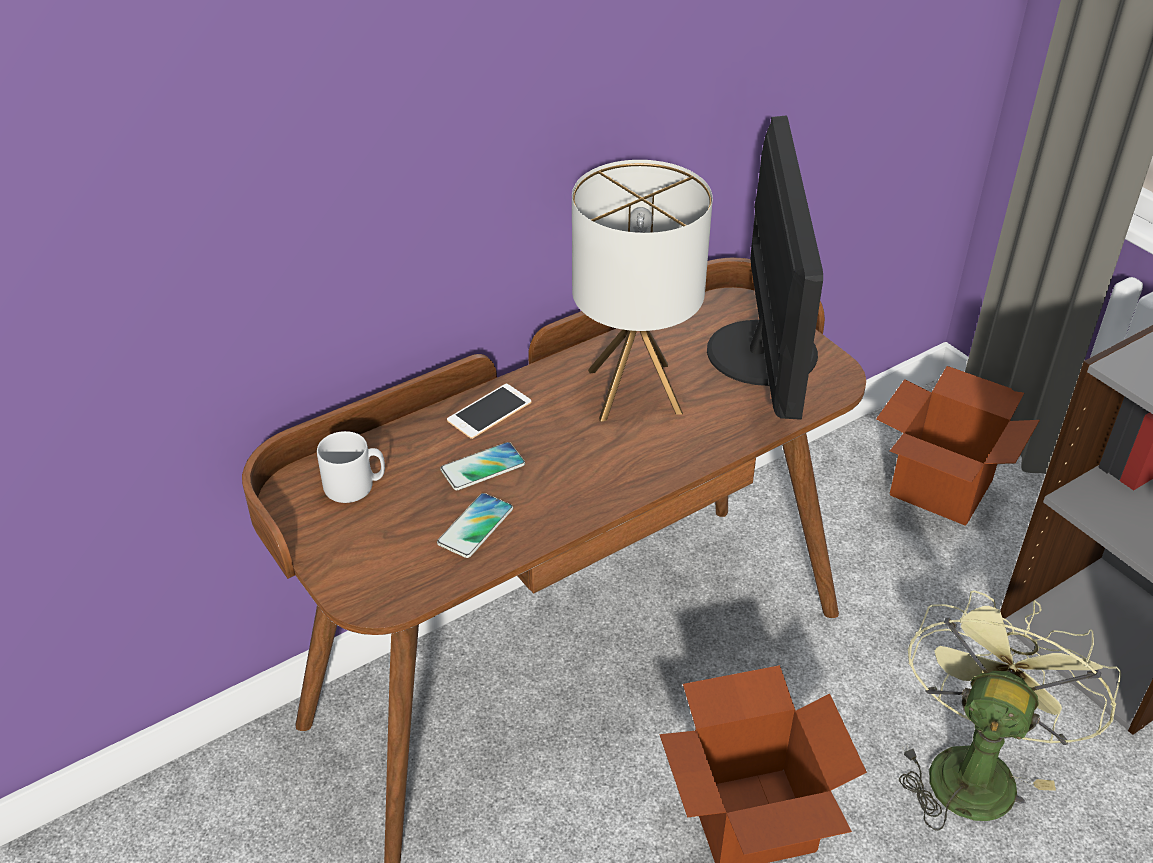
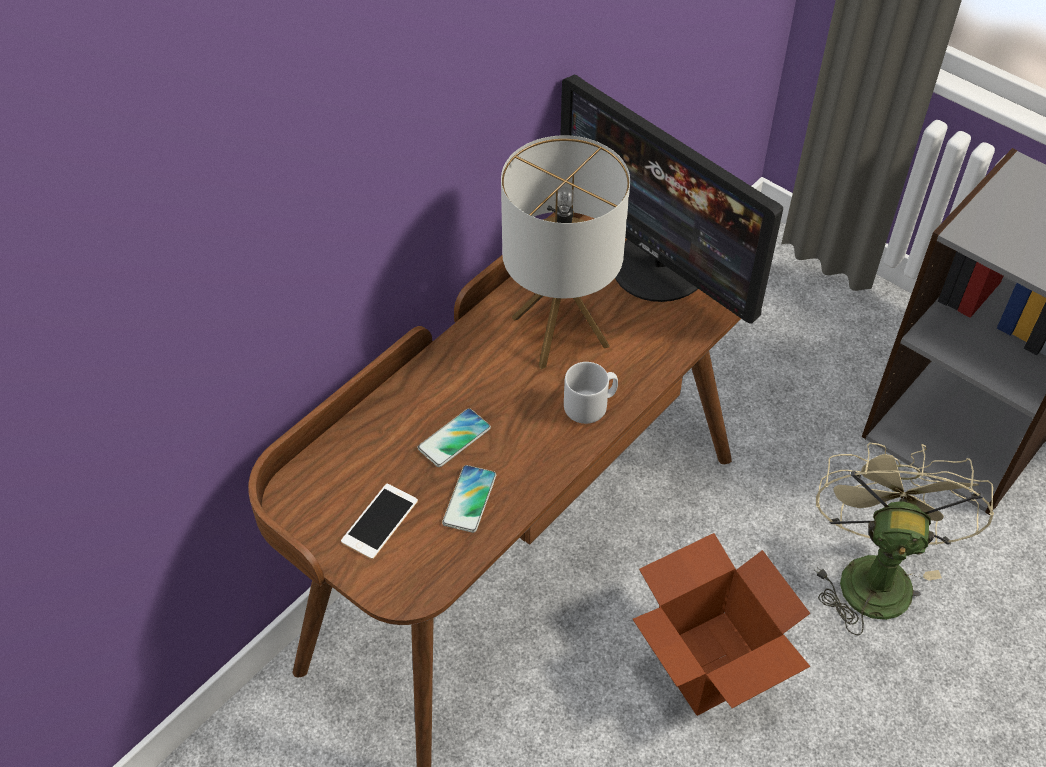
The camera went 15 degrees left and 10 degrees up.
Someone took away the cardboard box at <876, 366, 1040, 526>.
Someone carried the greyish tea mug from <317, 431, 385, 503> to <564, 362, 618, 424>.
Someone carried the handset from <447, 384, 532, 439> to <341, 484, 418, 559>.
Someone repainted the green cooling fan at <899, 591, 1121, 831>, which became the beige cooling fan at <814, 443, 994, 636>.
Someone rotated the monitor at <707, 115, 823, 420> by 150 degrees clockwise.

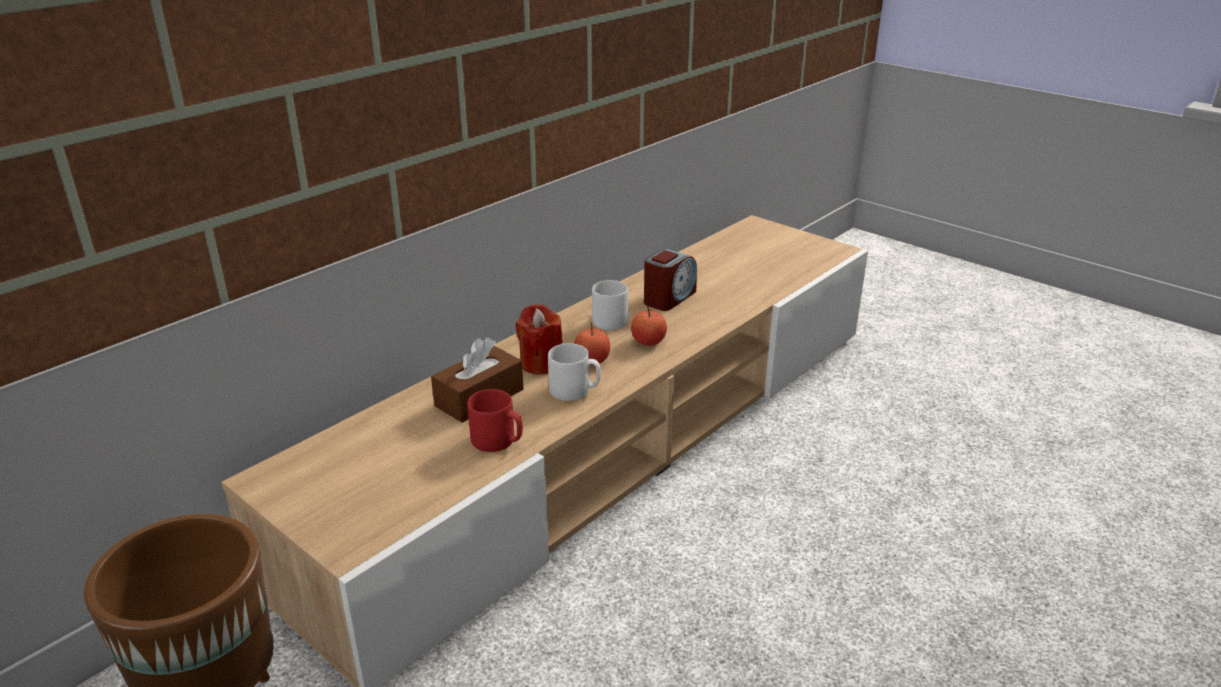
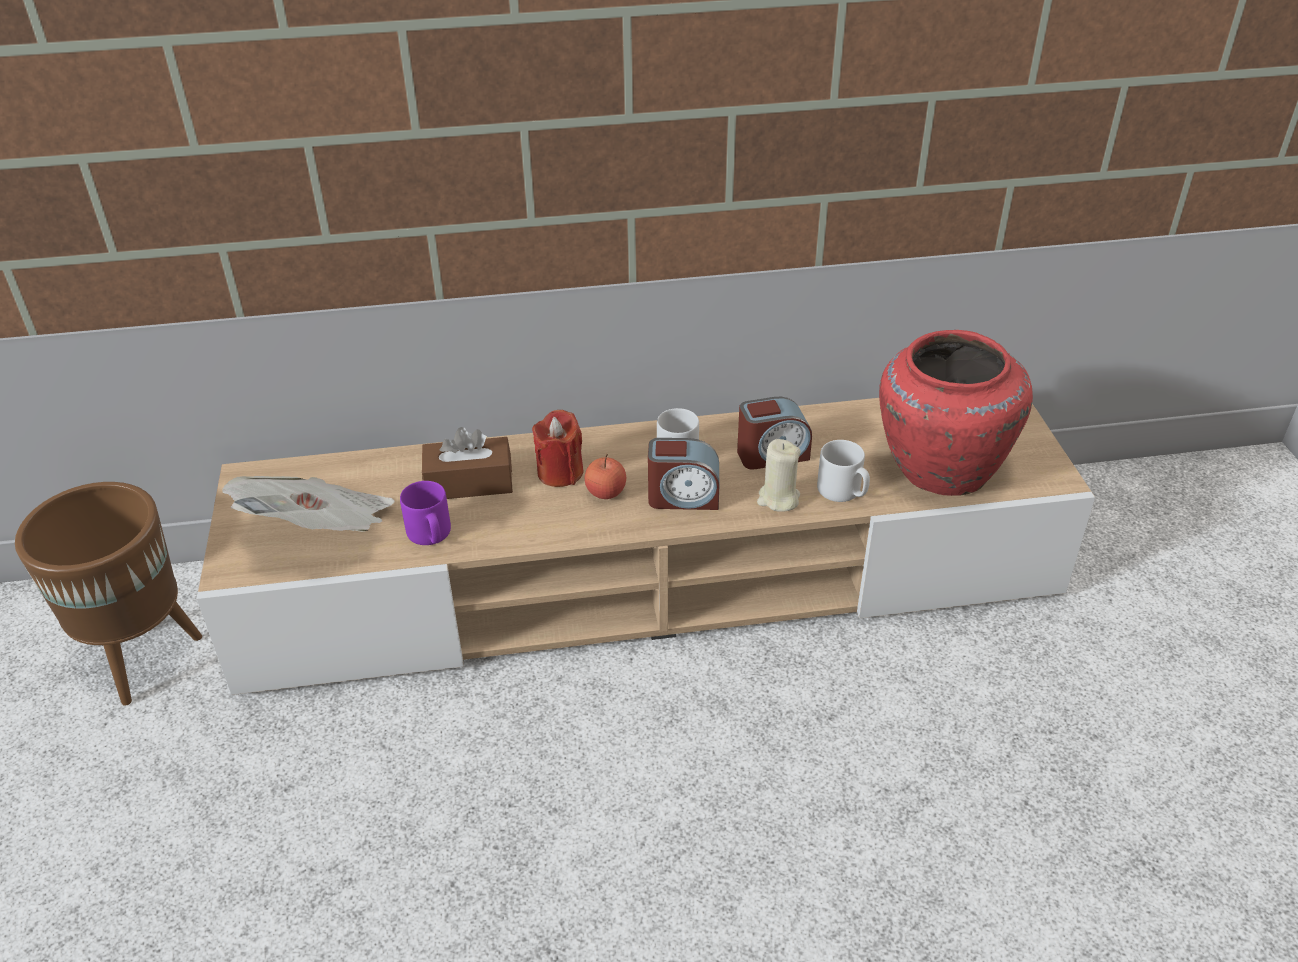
The camera went 40 degrees right and 10 degrees up.
Someone put down the daily paper at <222, 476, 395, 532>.
Someone put down the beige candle at <757, 439, 801, 512>.
Someone put down the red decorative vase at <879, 330, 1033, 496>.
Someone carried the greyish tea mug from <548, 343, 601, 401> to <817, 440, 870, 502>.
Someone swapped the apple fruit at <631, 305, 667, 346> for the table clock at <648, 438, 719, 510>.
Someone repainted the red tea mug at <467, 389, 523, 452>, which became the purple tea mug at <400, 481, 451, 545>.

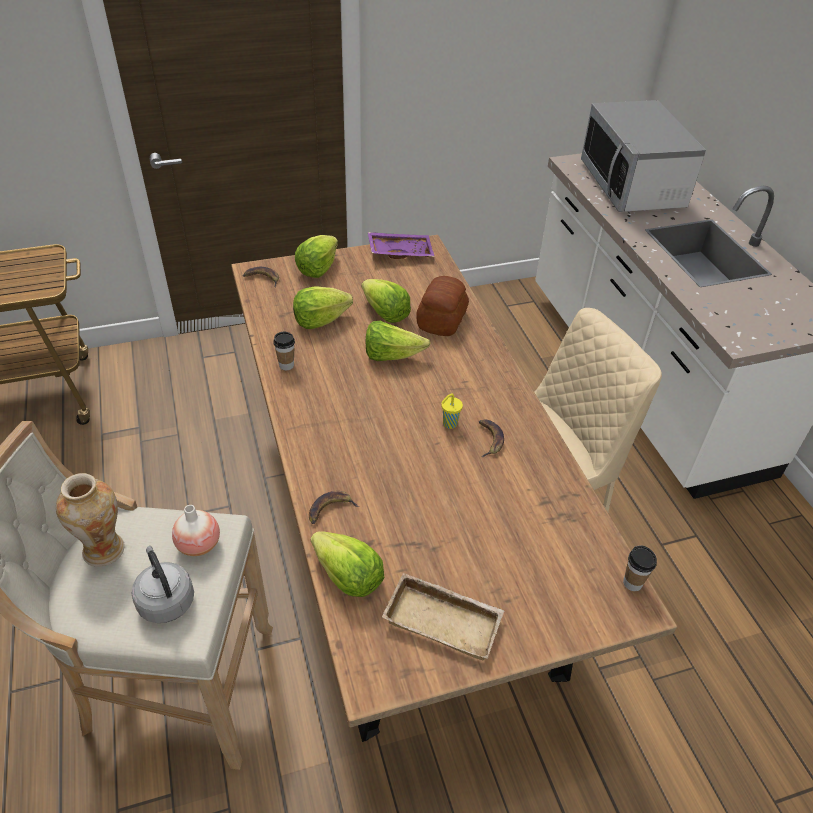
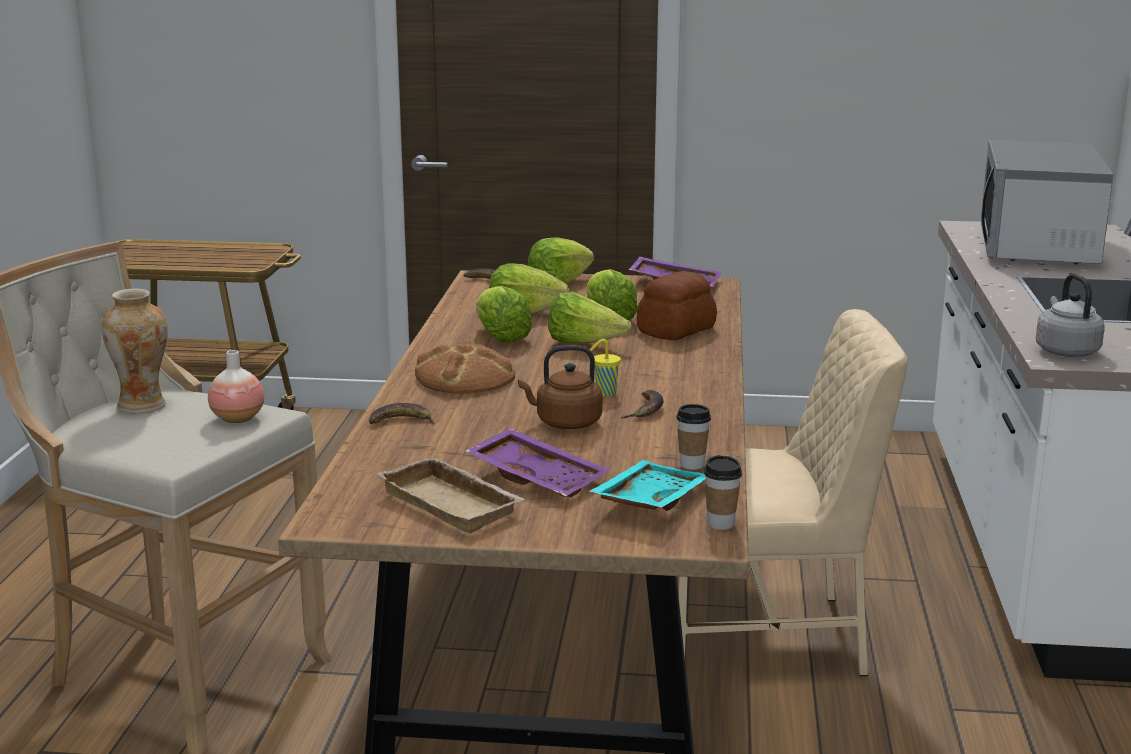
The camera went 25 degrees right and 25 degrees down.
Someone put down the bakery bread at <415, 339, 515, 394>.
Someone put down the purple tray at <466, 428, 610, 497>.
Someone put down the brown tea kettle at <518, 345, 602, 429>.
Someone put down the turquoise-coloured tray at <589, 460, 706, 511>.
Someone carried the greyish tea kettle from <132, 546, 194, 623> to <1036, 274, 1105, 357>.
Someone carried the cup from <273, 332, 295, 370> to <676, 404, 711, 470>.
Someone carried the lettuce head from <311, 531, 384, 597> to <476, 286, 532, 343>.

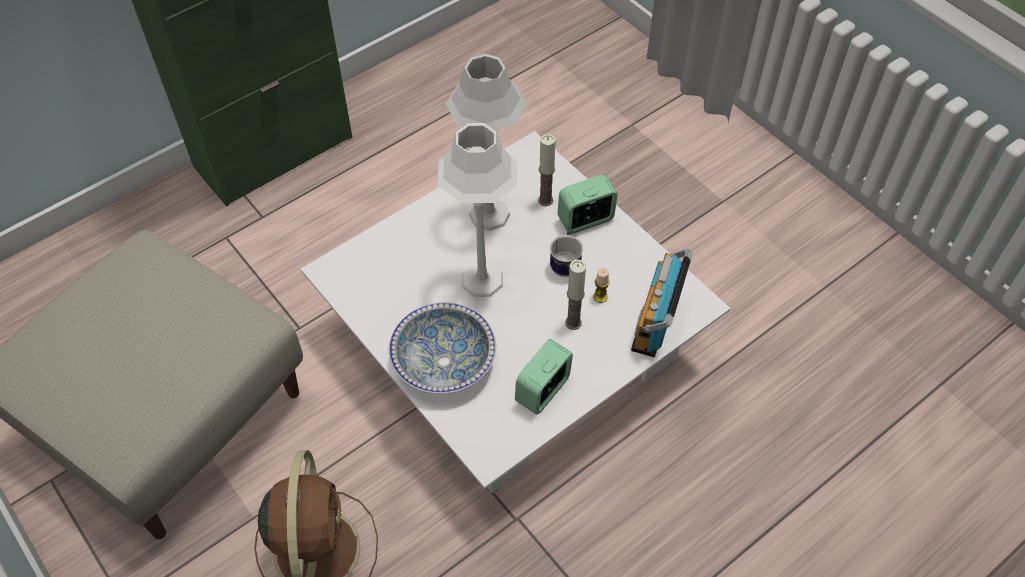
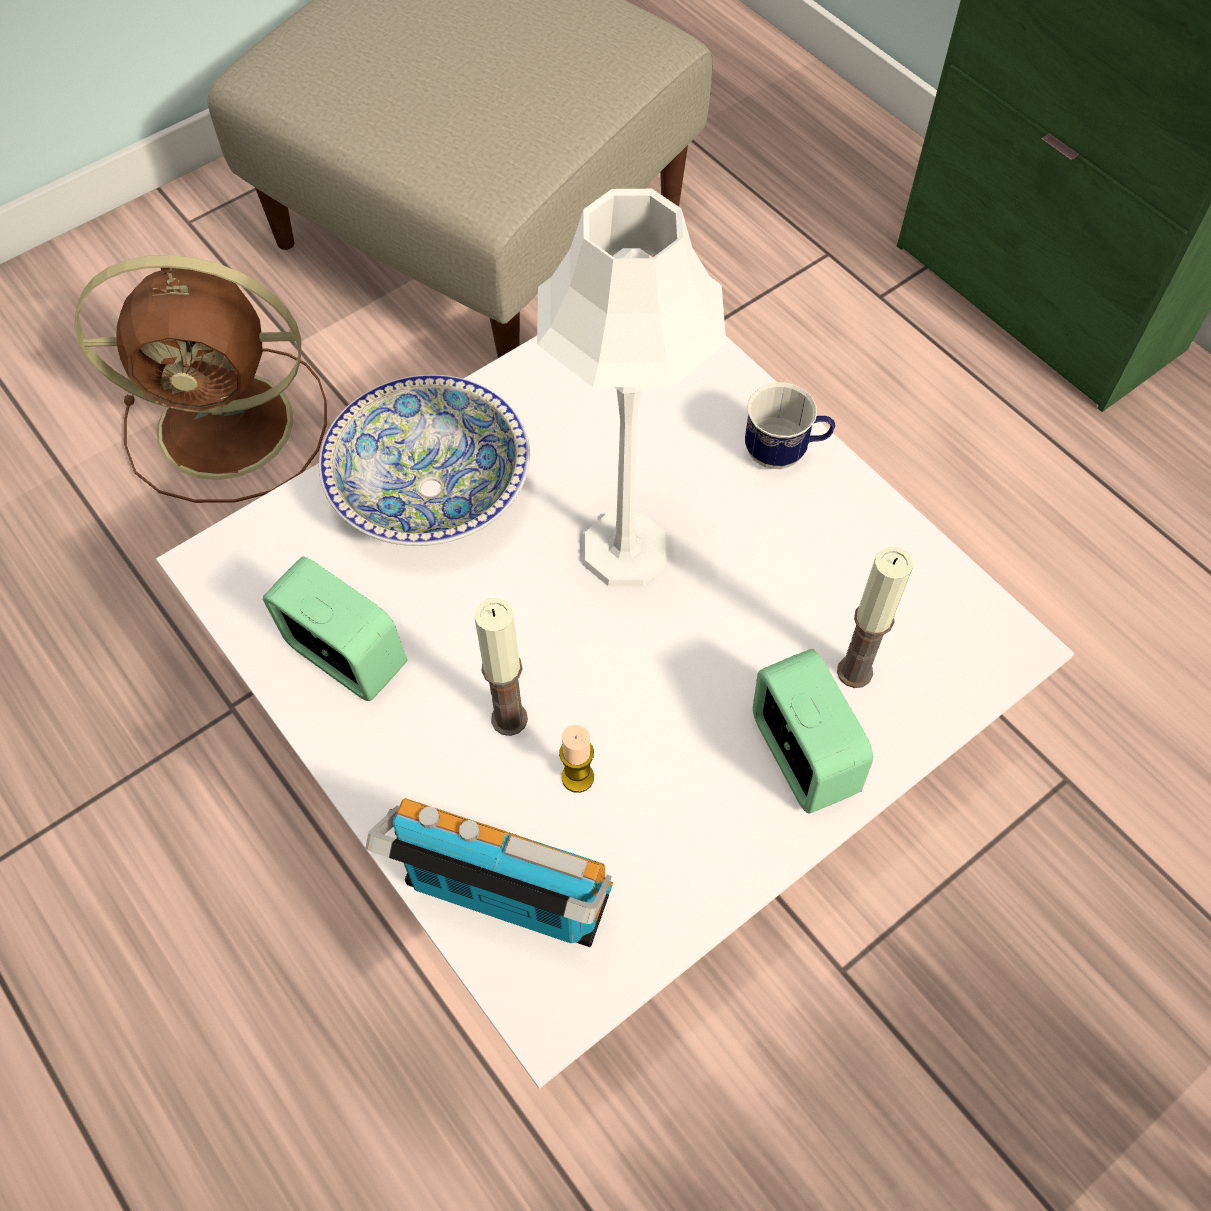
The camera went 90 degrees right and 5 degrees up.
Someone took away the greyish tabletop lamp at <446, 54, 526, 231>.
Someone carried the tea mug from <550, 231, 583, 277> to <745, 382, 835, 469>.

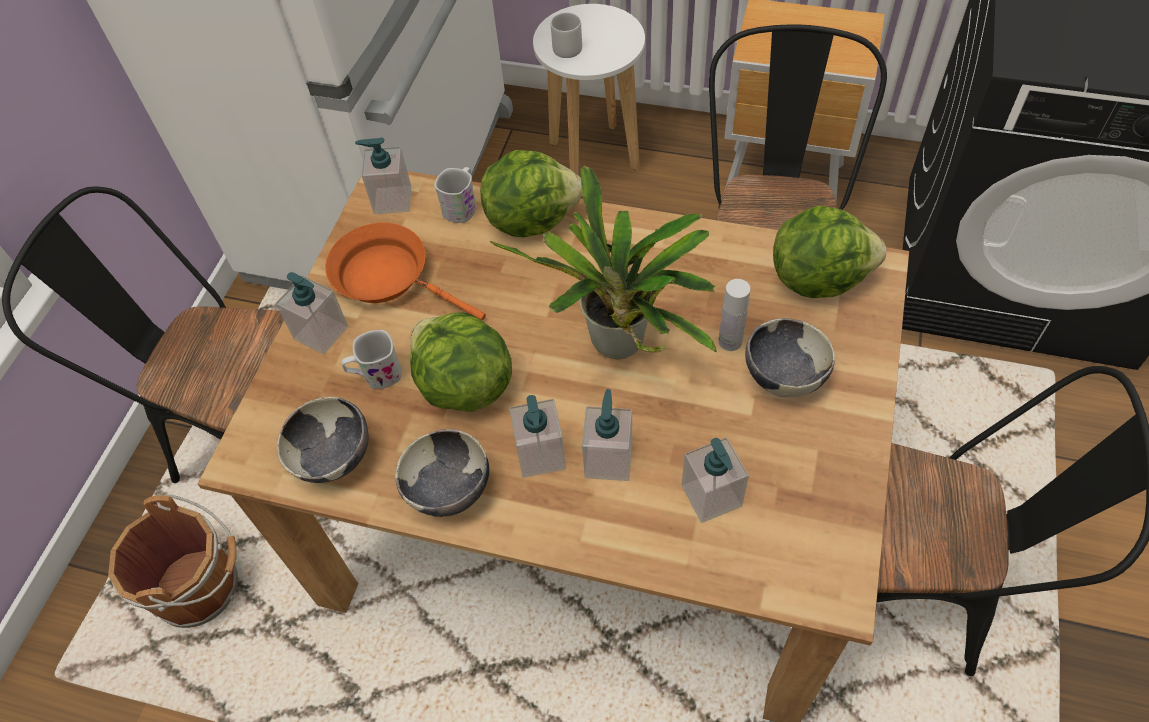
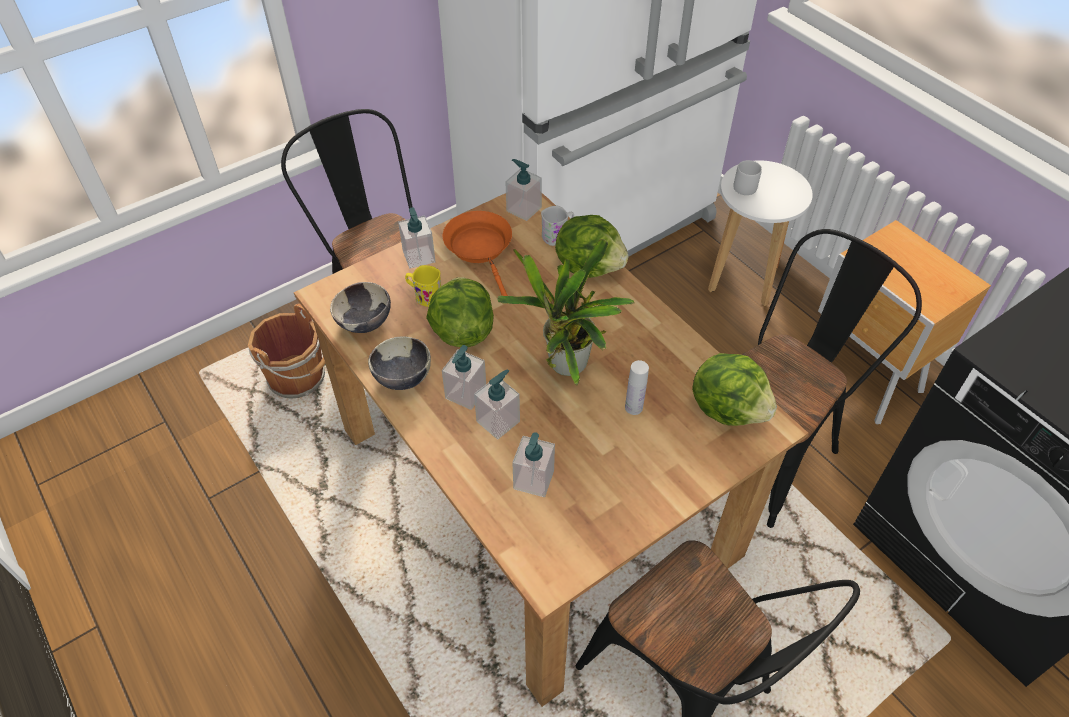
The camera went 35 degrees right and 5 degrees down.
Someone took away the serving bowl at <745, 318, 835, 397>.
Someone repainted the white-coloured tea mug at <341, 330, 402, 389>, which became the yellowish tea mug at <405, 265, 441, 307>.

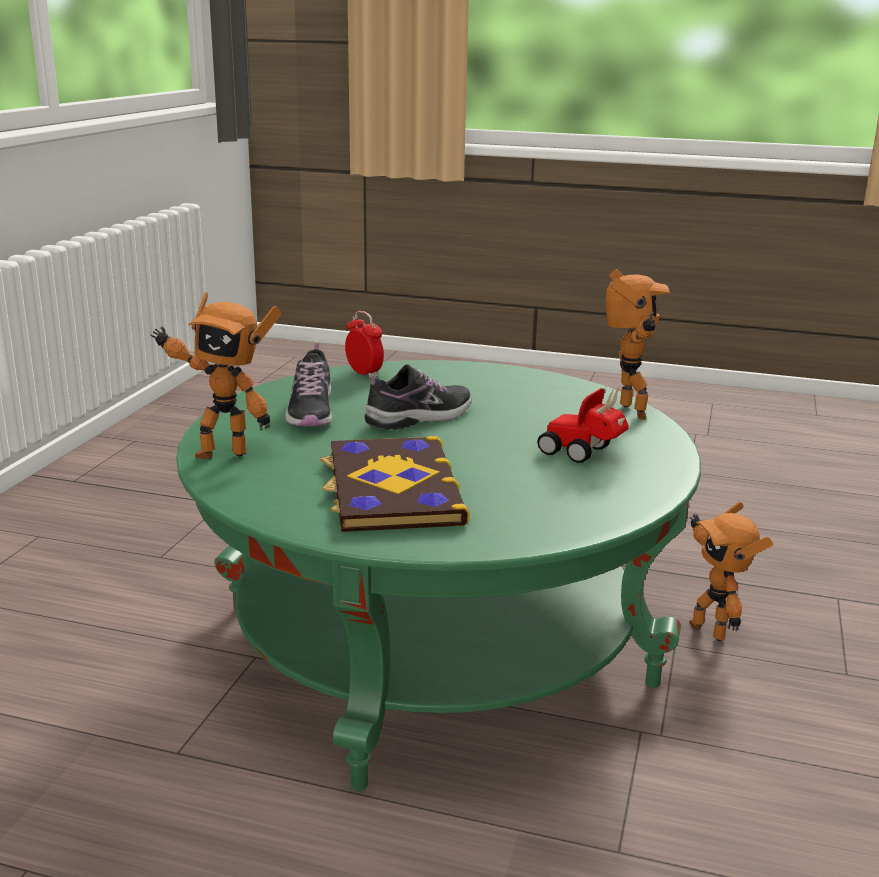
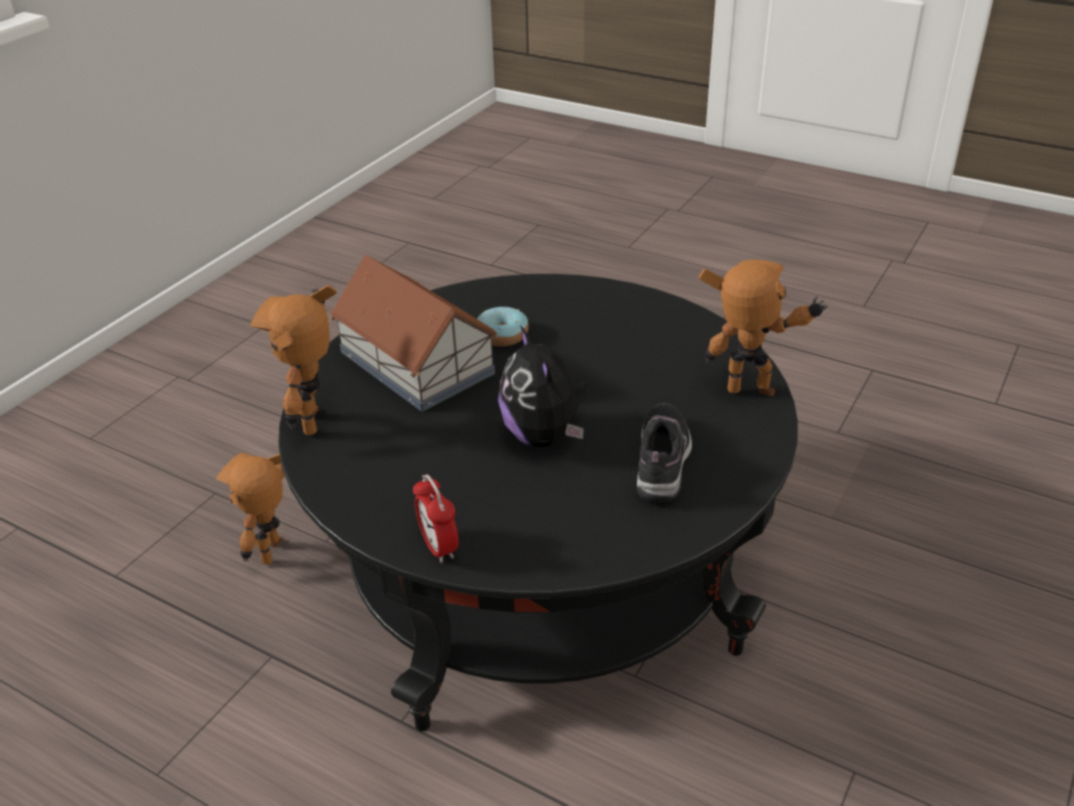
The camera went 165 degrees left and 15 degrees up.
Someone took away the volume at <320, 436, 470, 532>.
Someone put down the ring doughnut at <477, 307, 529, 347>.
Someone carried the table clock from <345, 311, 384, 379> to <413, 474, 459, 563>.
Someone swapped the low shoe at <364, 364, 471, 430> for the soft toy at <498, 325, 587, 447>.
Someone swapped the miniature car at <537, 386, 629, 463> for the miniature house at <329, 255, 498, 411>.
Someone repainted the green lounge table at <176, 360, 701, 791>, which became the black-coloured lounge table at <278, 274, 798, 731>.
Someone rotated the model robot at <689, 501, 773, 641> by 150 degrees counterclockwise.

